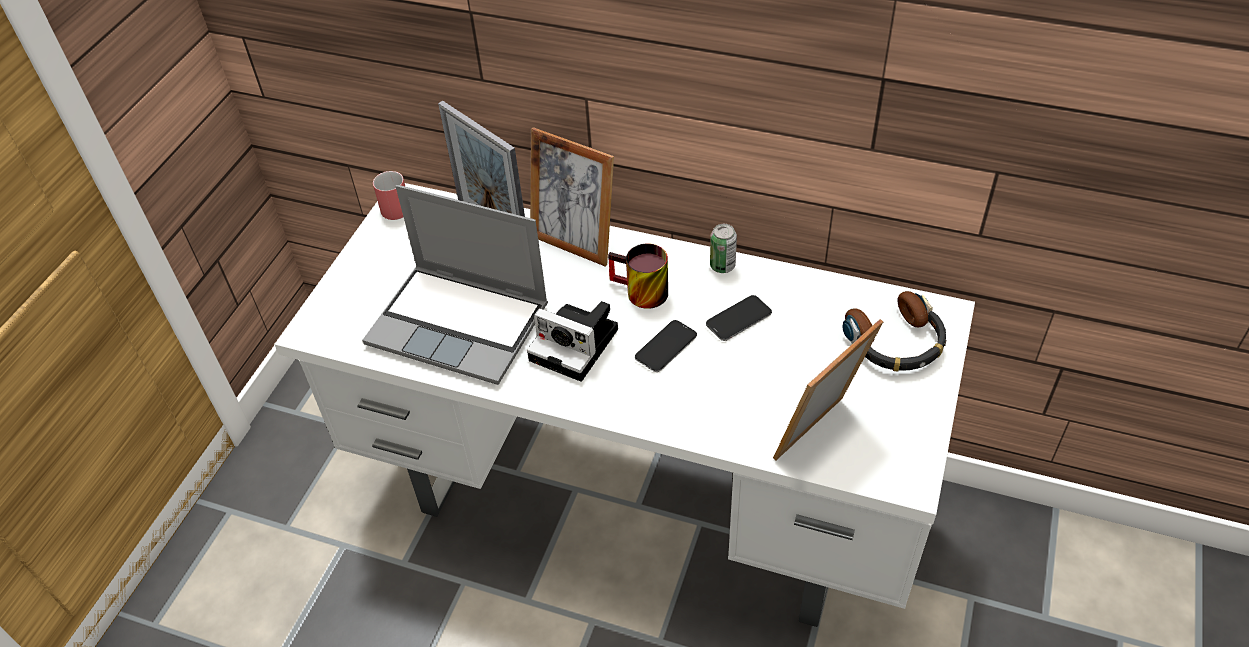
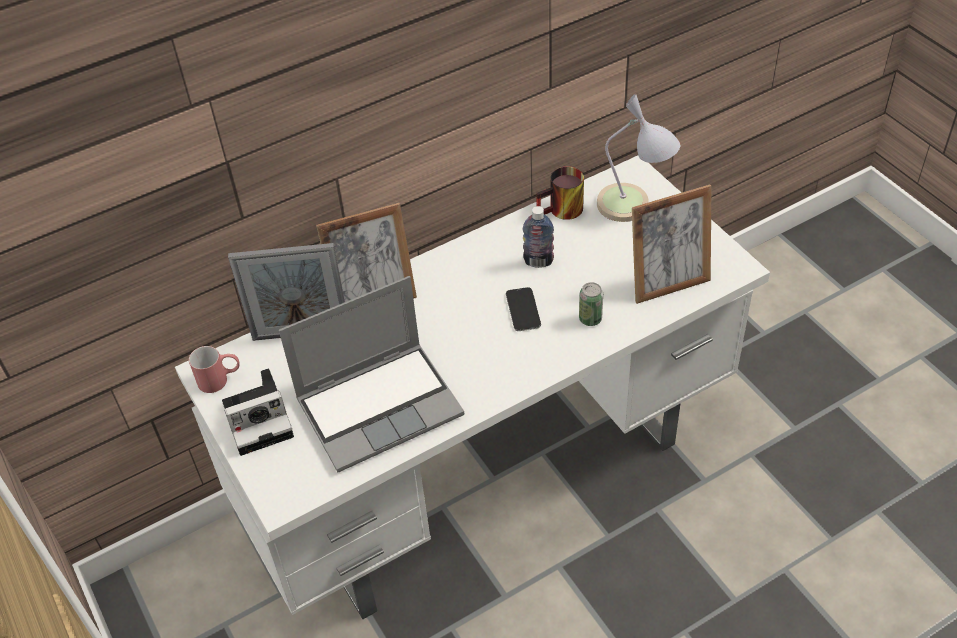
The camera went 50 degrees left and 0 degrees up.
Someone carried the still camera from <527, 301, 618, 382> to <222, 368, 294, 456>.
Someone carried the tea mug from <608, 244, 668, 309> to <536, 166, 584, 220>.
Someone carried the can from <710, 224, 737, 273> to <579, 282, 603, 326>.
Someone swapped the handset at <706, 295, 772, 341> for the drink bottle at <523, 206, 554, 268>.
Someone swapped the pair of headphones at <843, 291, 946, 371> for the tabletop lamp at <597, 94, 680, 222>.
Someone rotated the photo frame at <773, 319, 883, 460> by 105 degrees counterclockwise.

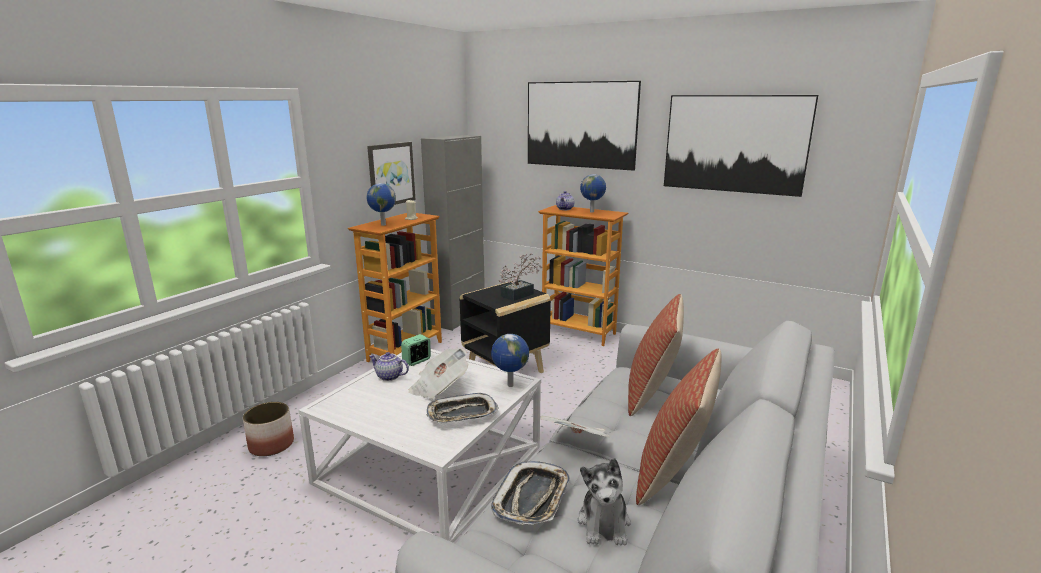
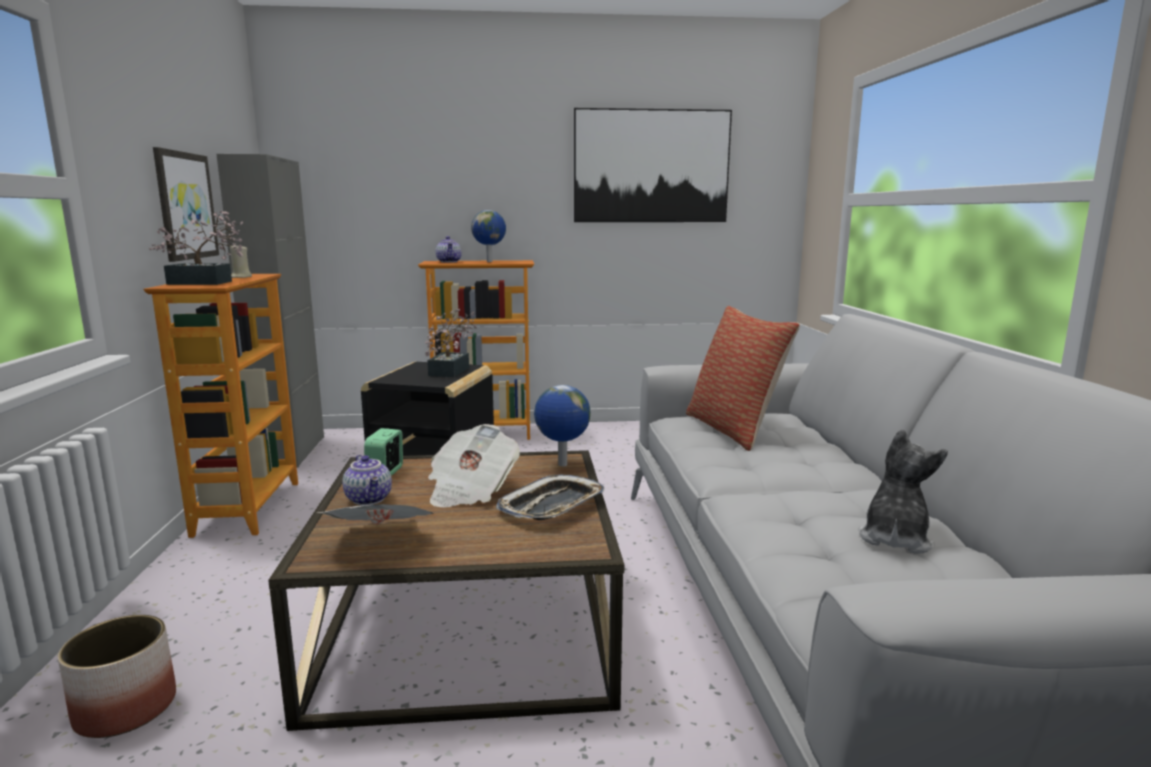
The camera went 35 degrees left and 5 degrees down.
Someone took away the tray at <491, 461, 570, 525>.
Someone took away the picture at <528, 81, 641, 171>.
Someone took away the throw pillow at <636, 348, 722, 505>.
Someone carried the daily paper from <540, 416, 610, 438> to <316, 504, 433, 525>.
Someone swapped the desk globe at <366, 183, 396, 226> for the plant in a pot at <149, 210, 243, 285>.
Someone repainted the white-coloured lounge table at <298, 349, 541, 543>, which became the brown lounge table at <268, 450, 624, 731>.
Someone rotated the pot for tea at <369, 352, 409, 381> by 105 degrees counterclockwise.
Someone rotated the soft toy at <578, 458, 631, 546> by 120 degrees counterclockwise.

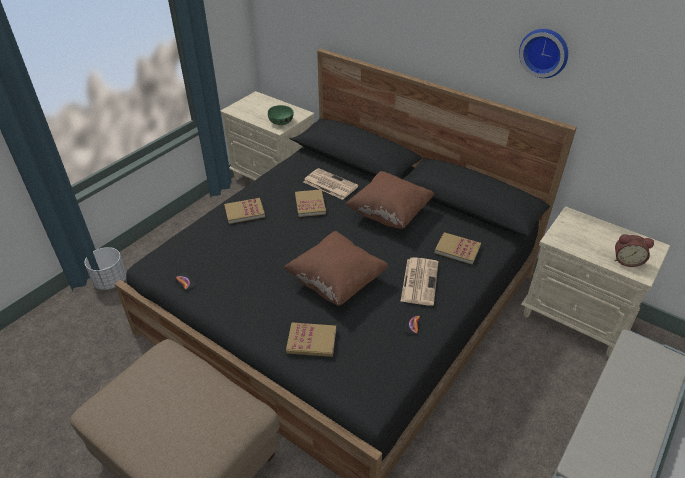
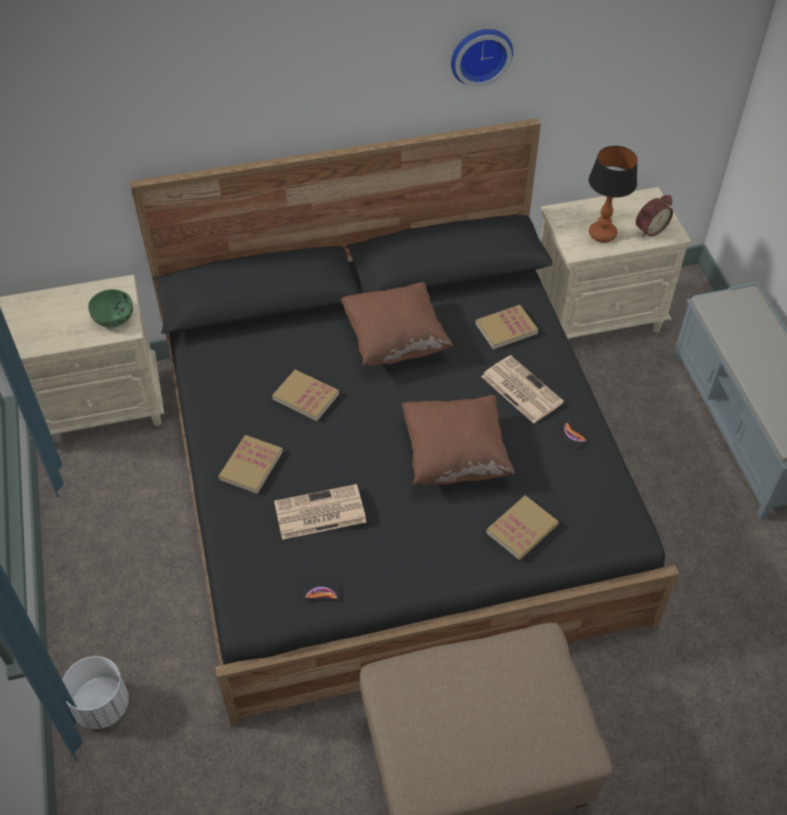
The camera went 50 degrees left and 10 degrees up.
Someone put down the tabletop lamp at <589, 146, 637, 242>.
Someone carried the daily paper from <303, 168, 358, 200> to <274, 484, 366, 540>.

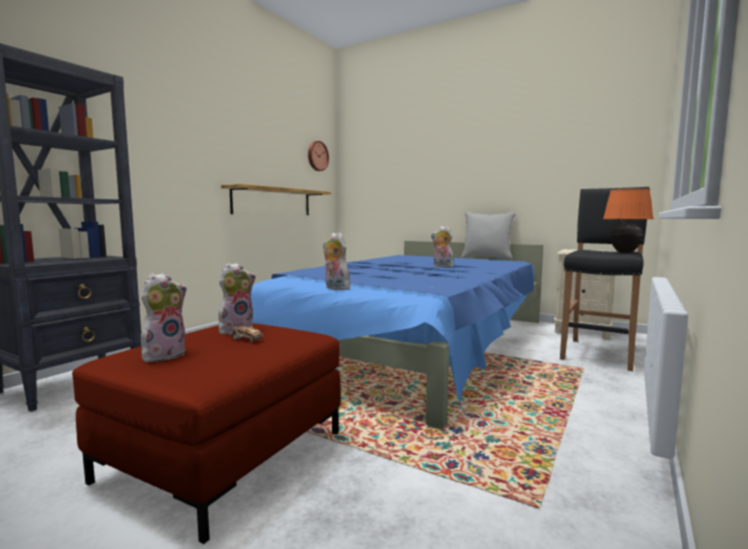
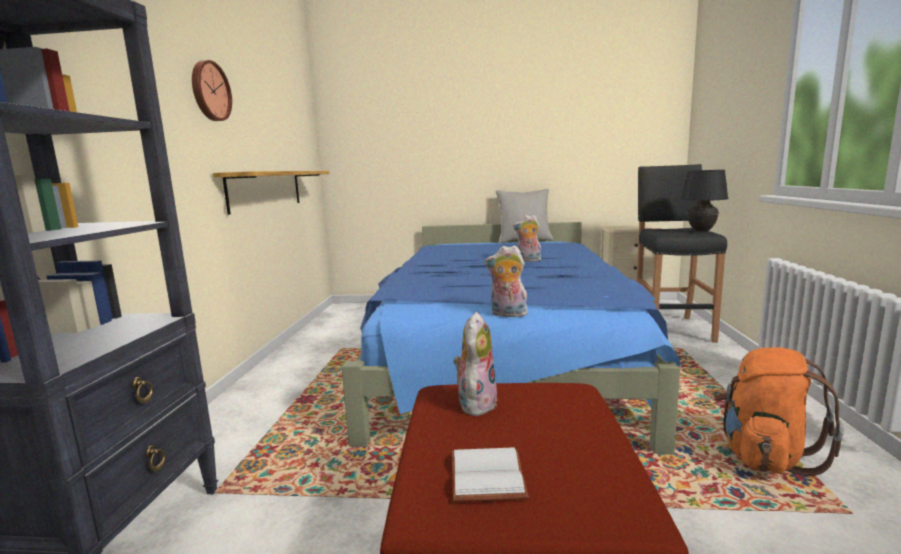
The camera went 25 degrees left and 5 degrees up.
Someone took away the miniature car at <229, 326, 263, 342>.
Someone put down the orange knapsack at <714, 347, 844, 476>.
Someone carried the clock on the wall from <308, 141, 329, 171> to <192, 60, 232, 121>.
Someone swapped the soft toy at <141, 272, 187, 362> for the white-coloured volume at <452, 447, 529, 502>.
Someone repainted the orange tabletop lamp at <603, 189, 654, 253>, which became the black-coloured tabletop lamp at <681, 170, 728, 232>.

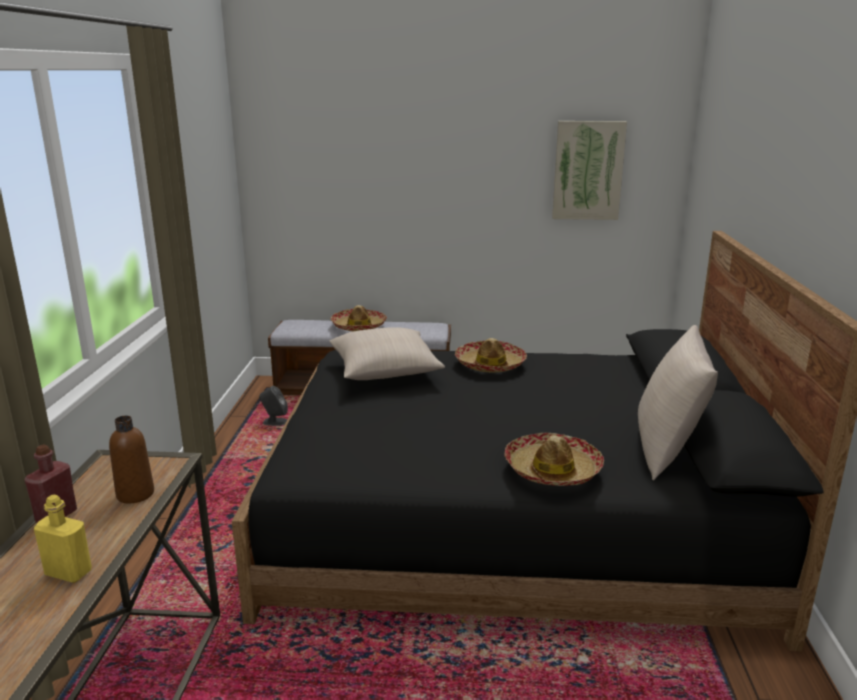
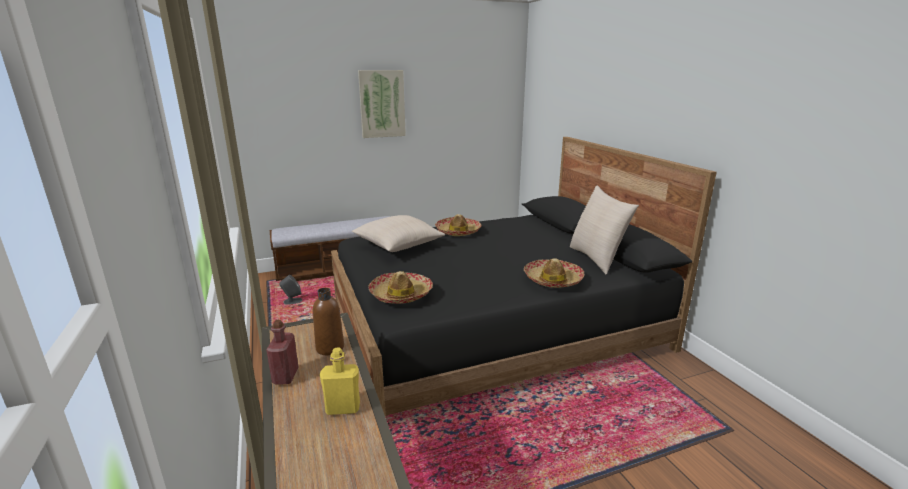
The camera went 25 degrees left and 0 degrees up.
Someone carried the clothing hat from <330, 305, 387, 331> to <368, 271, 433, 304>.
Someone carried the picture from <552, 121, 627, 220> to <358, 70, 406, 138>.

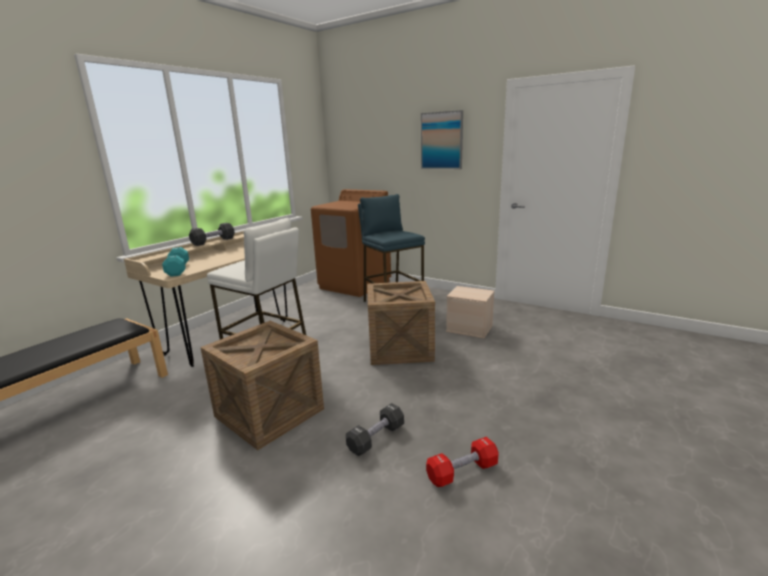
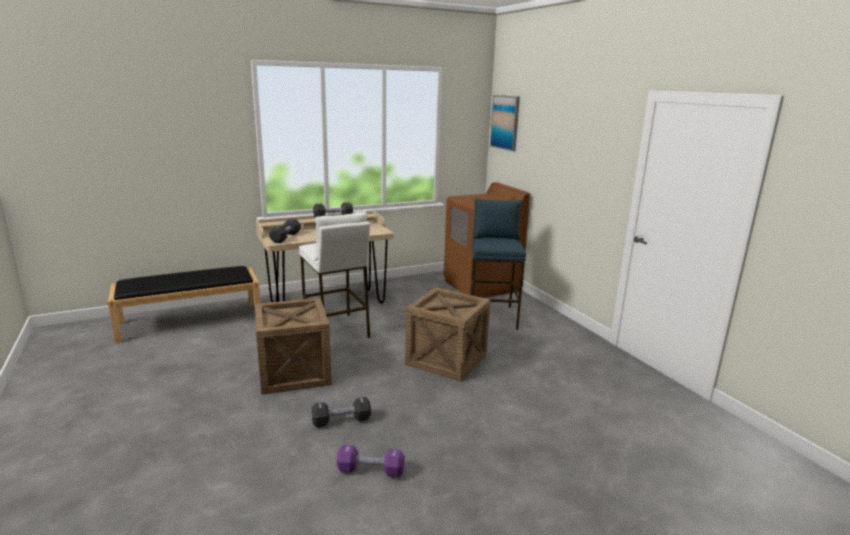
The camera went 30 degrees right and 0 degrees up.
Someone took away the beige storage container at <446, 286, 495, 339>.
Someone carried the picture from <421, 110, 463, 169> to <490, 95, 520, 151>.
Someone repainted the turquoise-coloured dumbbell at <162, 247, 189, 277>, which became the black-coloured dumbbell at <269, 218, 301, 243>.
Someone repainted the red dumbbell at <426, 437, 499, 487>, which became the purple dumbbell at <337, 445, 405, 477>.

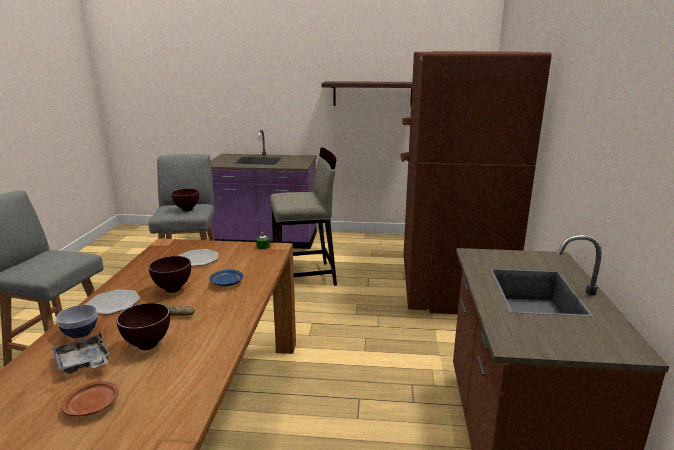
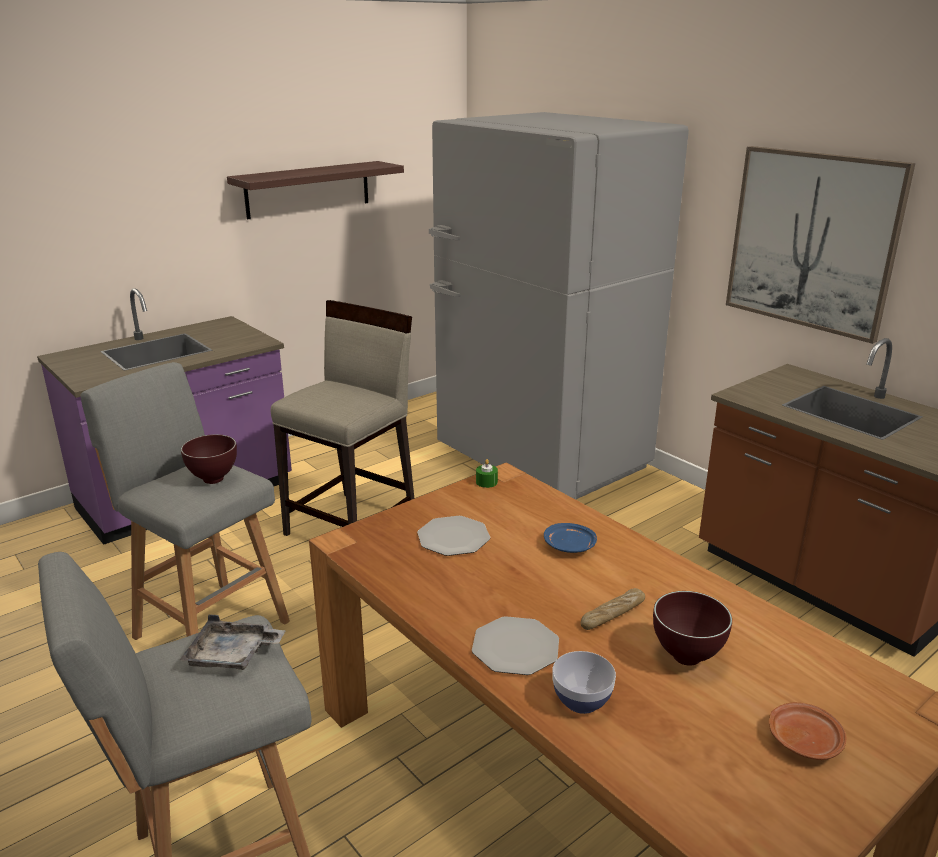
The camera went 45 degrees left and 5 degrees up.
Someone took away the brown serving bowl at <148, 256, 191, 293>.
Someone put up the picture at <726, 146, 915, 344>.
Someone carried the greyish tray from <52, 331, 110, 374> to <180, 614, 286, 670>.
Someone repainted the brown refrigerator at <401, 51, 551, 314>, which became the greyish refrigerator at <429, 112, 689, 500>.

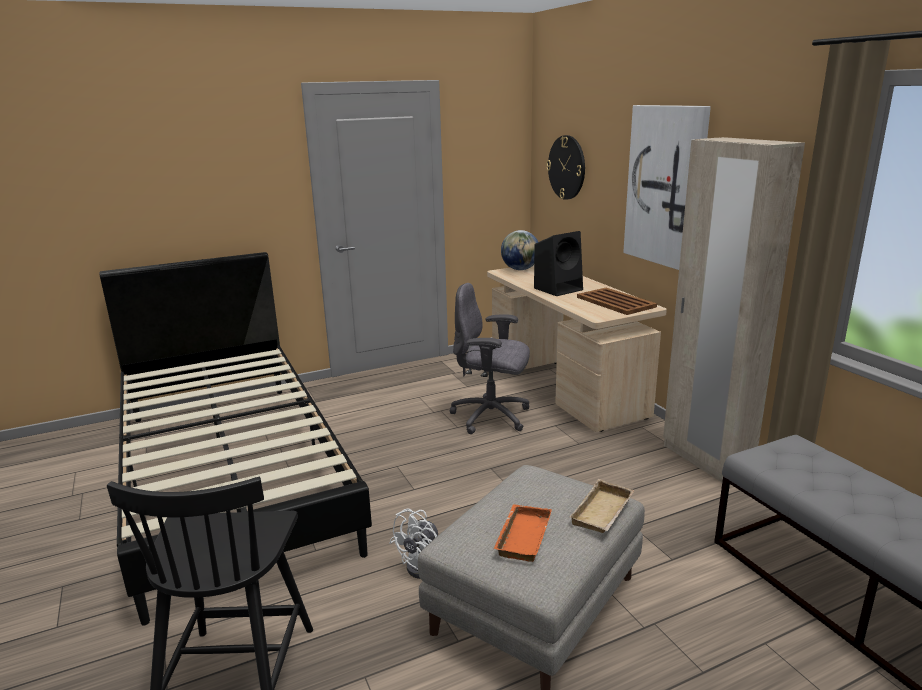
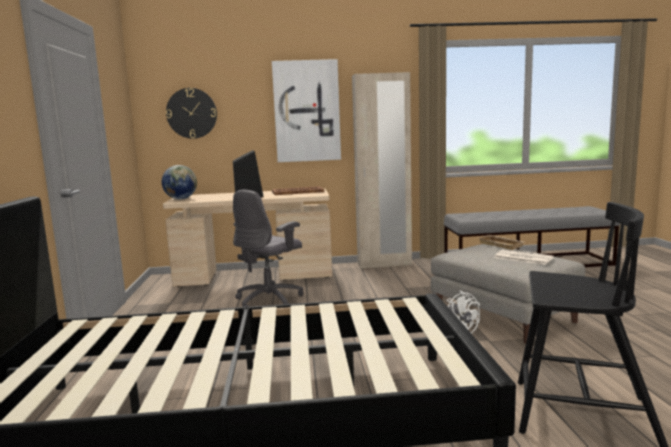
The camera went 70 degrees left and 10 degrees down.
Someone swapped the orange tray at <494, 504, 552, 562> for the daily paper at <494, 250, 554, 265>.

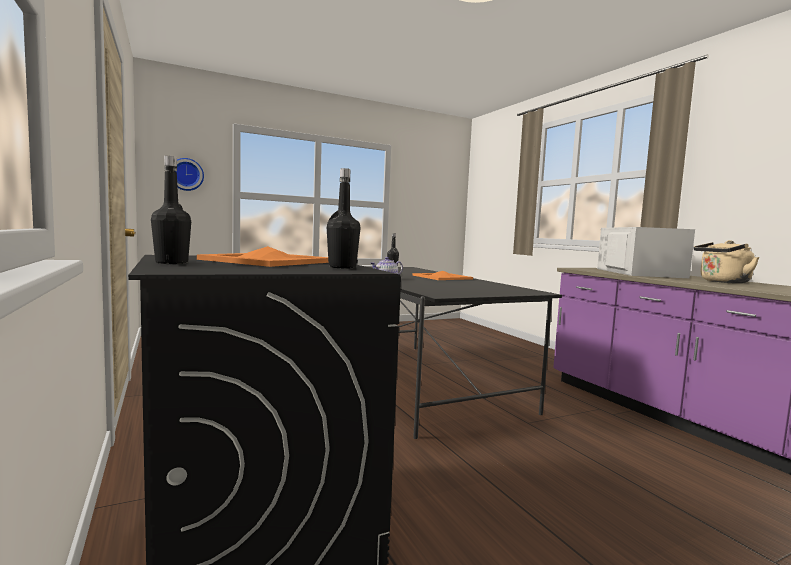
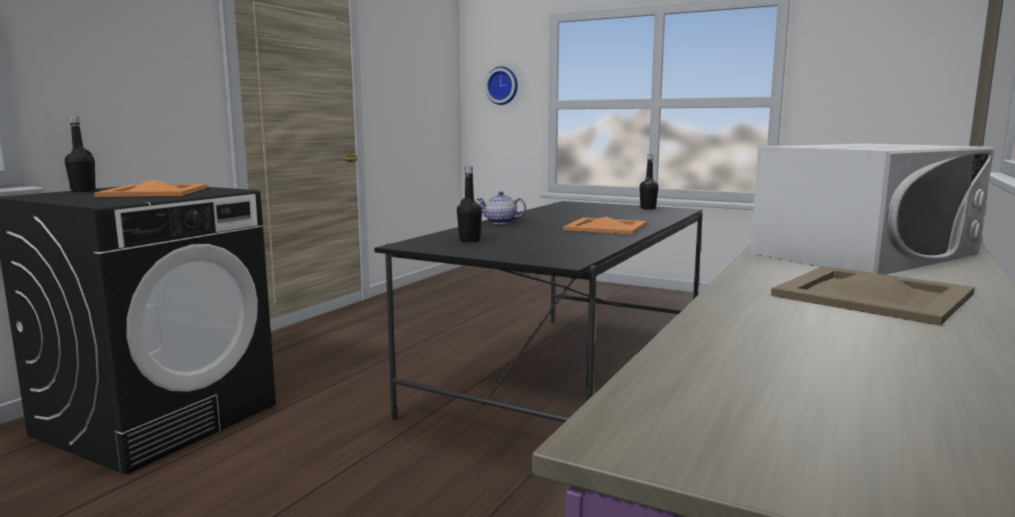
The camera went 55 degrees right and 5 degrees up.
Someone carried the black-coloured drink bottle from <327, 168, 360, 268> to <457, 166, 482, 242>.
Someone swapped the beige tea kettle at <694, 240, 759, 283> for the beige tray at <771, 266, 975, 326>.

